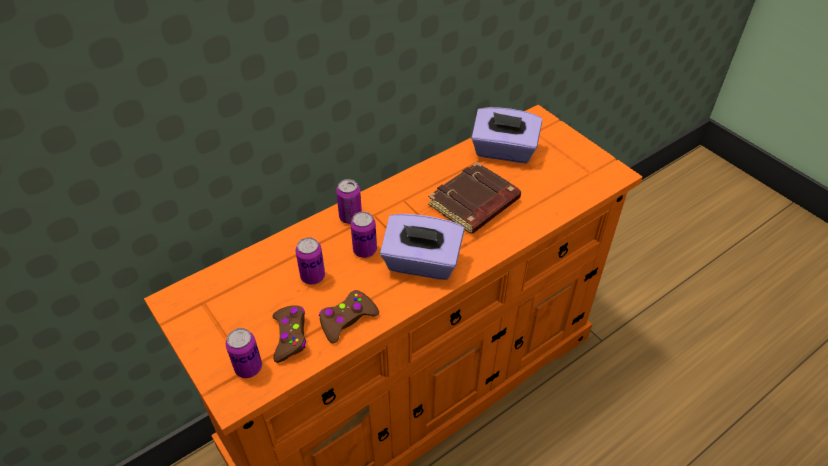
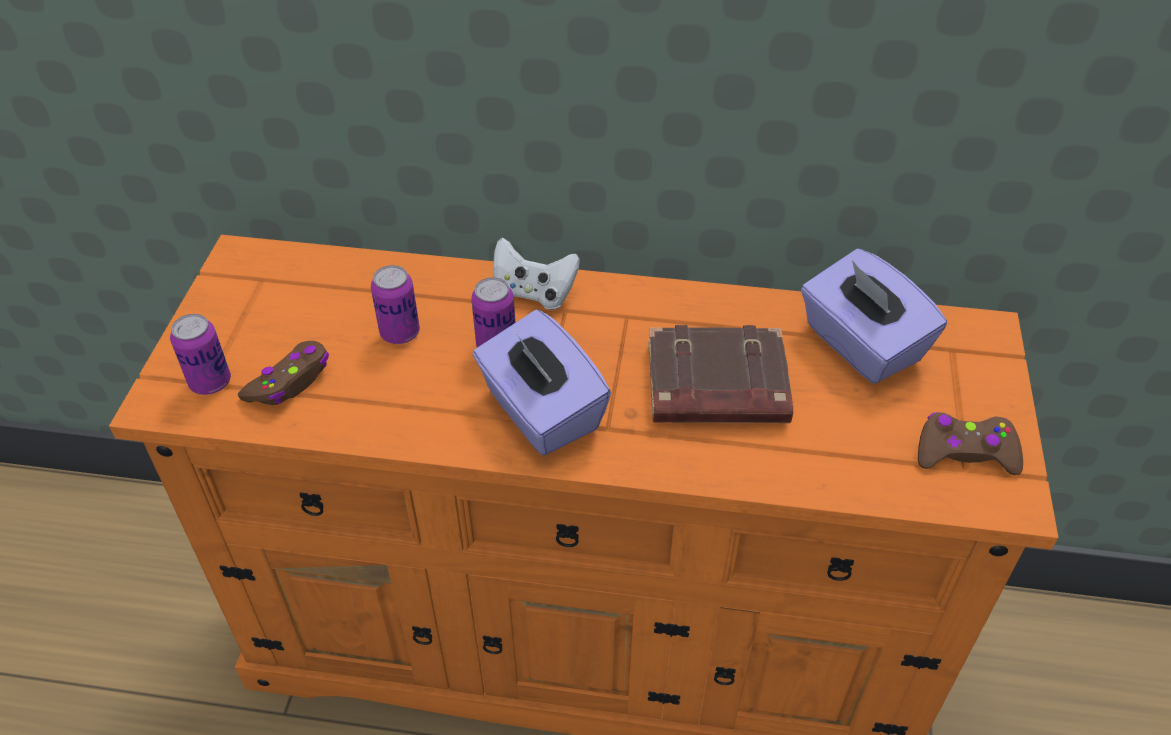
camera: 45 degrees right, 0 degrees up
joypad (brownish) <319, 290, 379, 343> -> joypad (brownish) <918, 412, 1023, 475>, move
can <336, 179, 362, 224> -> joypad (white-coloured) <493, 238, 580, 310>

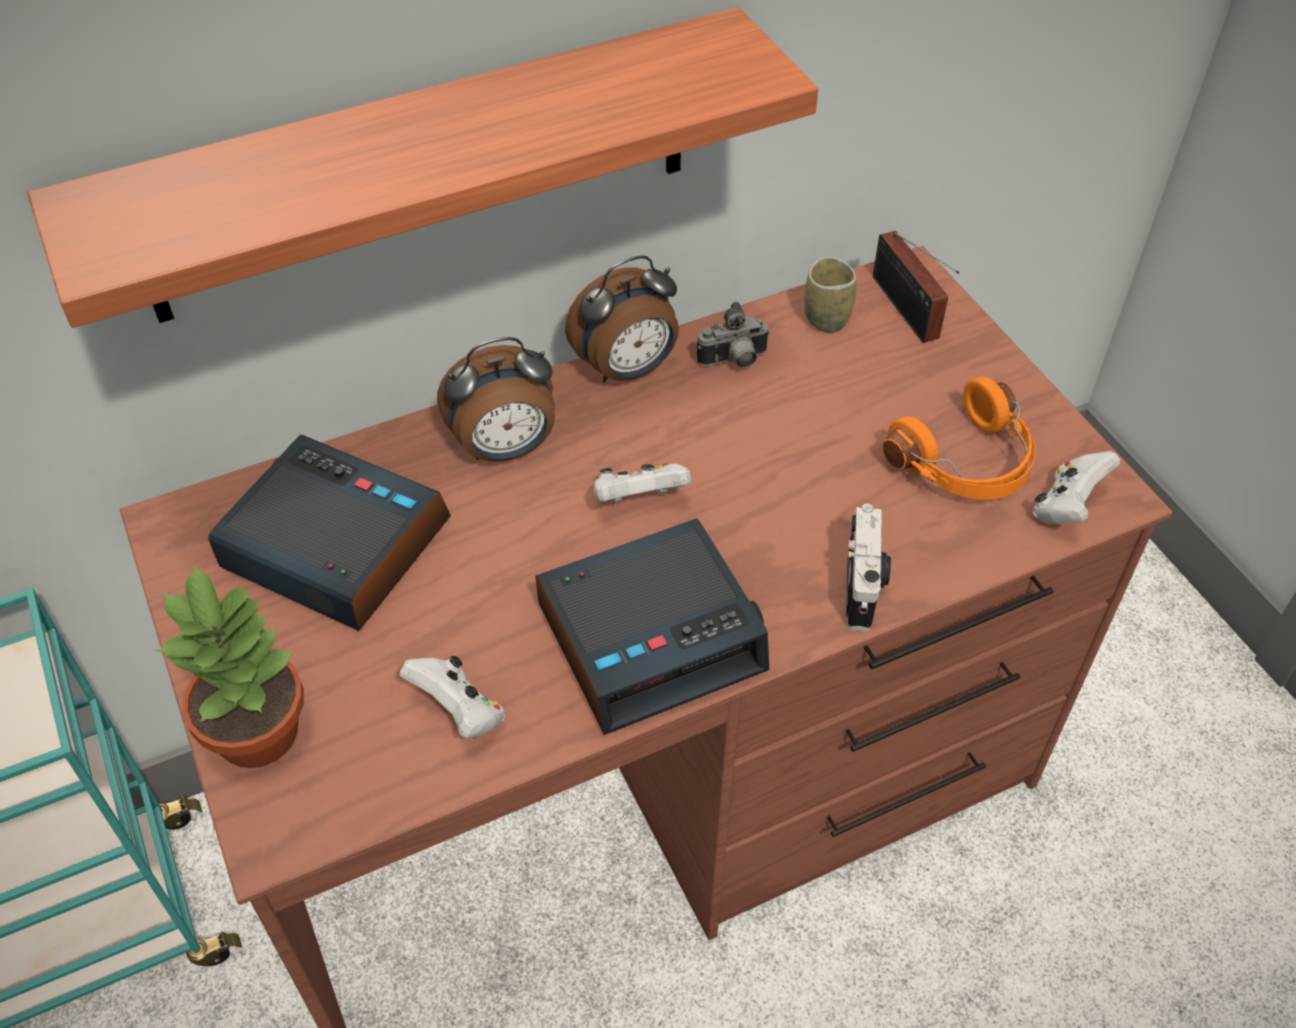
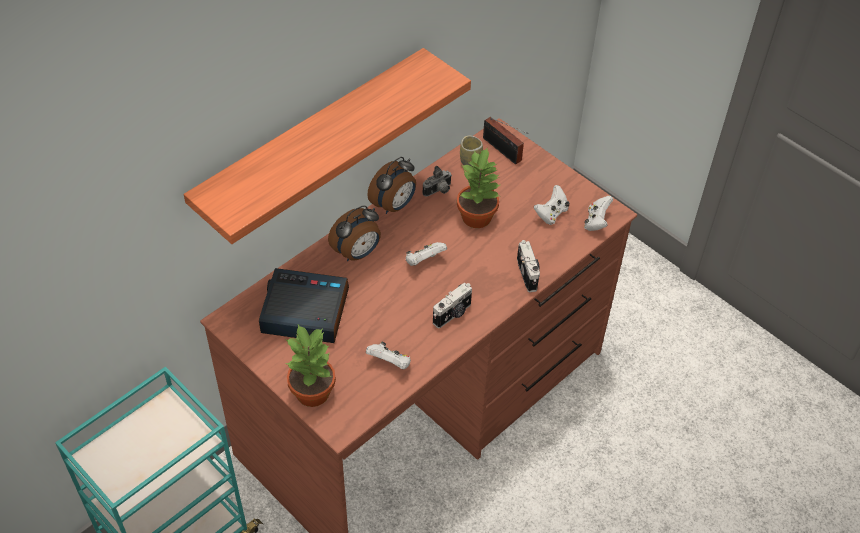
camera: 20 degrees left, 0 degrees up
table clock <535, 518, 769, 735> -> photo camera <433, 282, 472, 328>
headset (orangey) <883, 377, 1035, 500> -> joypad (white-coloured) <534, 185, 570, 225>
none -> potted plant <457, 147, 500, 228>

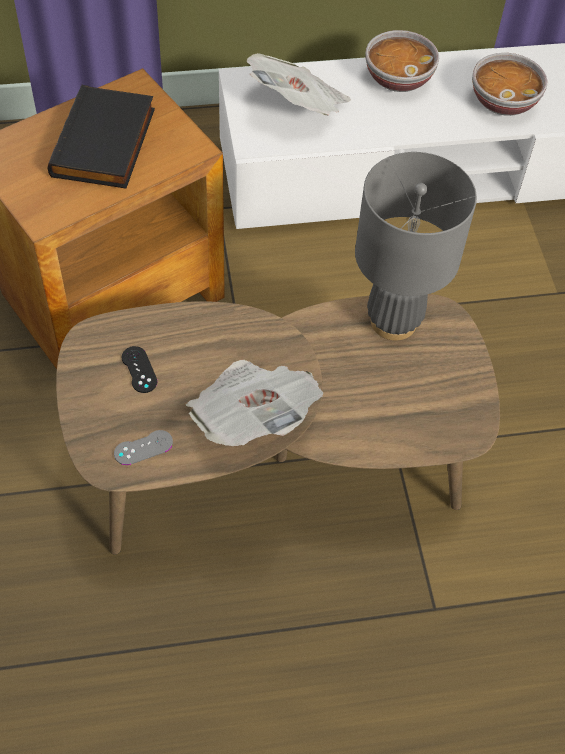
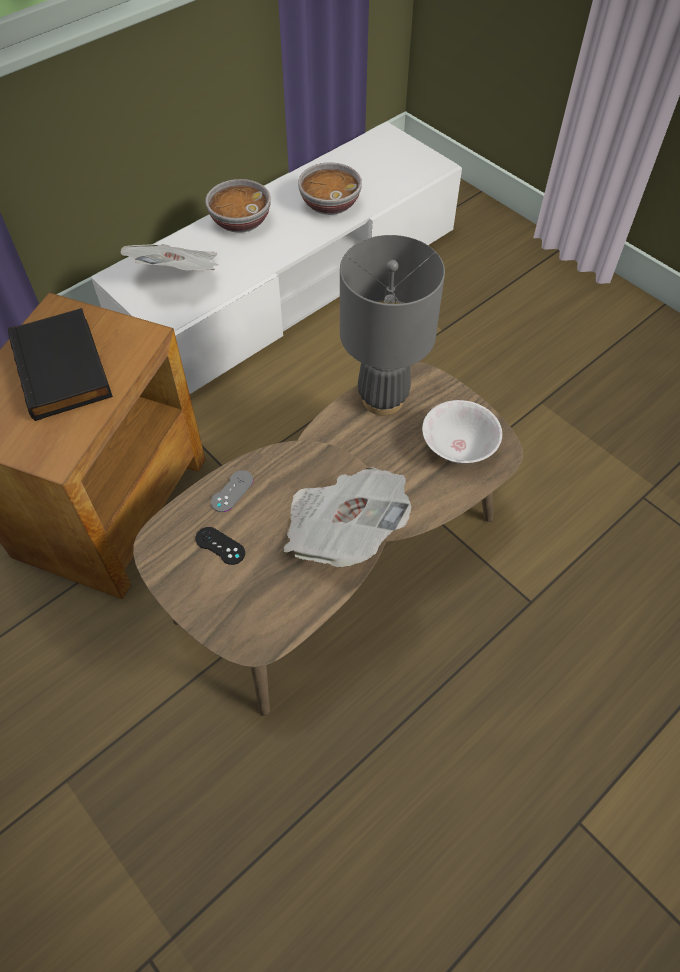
camera: 30 degrees left, 0 degrees up
joypad (greyish) <114, 430, 173, 465> -> joypad (greyish) <211, 470, 253, 512>, move
none -> serving bowl (white-coloured) <422, 400, 502, 464>

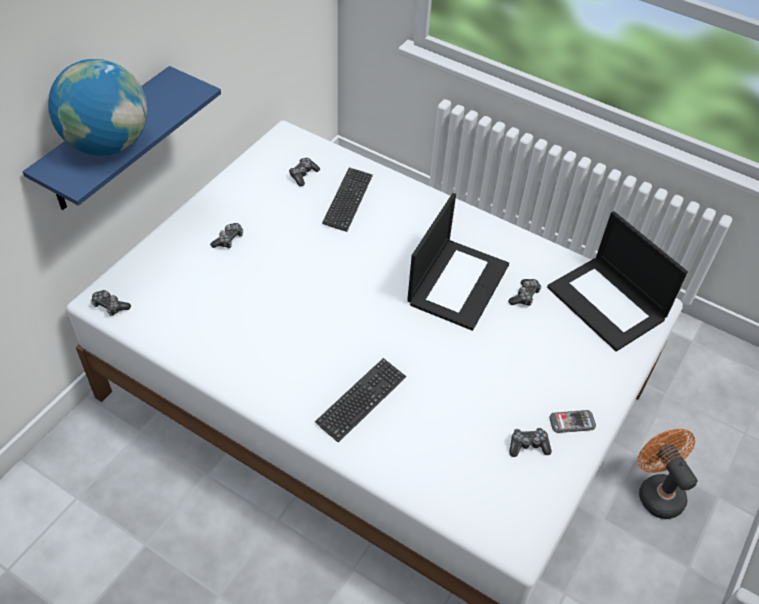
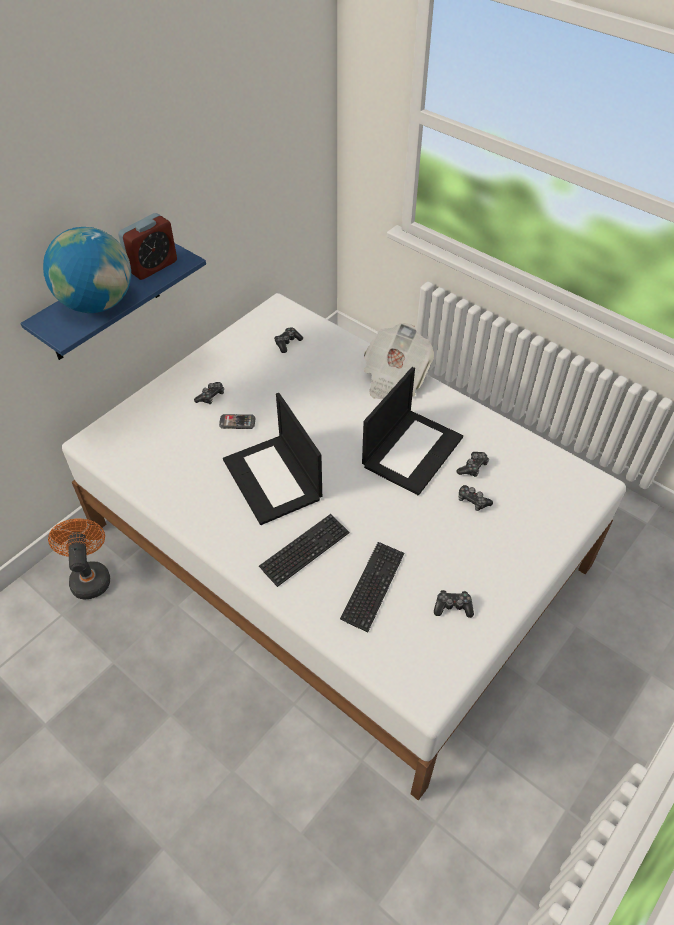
camera: 10 degrees right, 0 degrees up
joypad <91, 290, 131, 316> -> joypad <459, 485, 493, 511>, move
PC keyboard <322, 168, 373, 232> -> PC keyboard <340, 542, 404, 632>, move
laptop <547, 211, 688, 352> -> laptop <223, 393, 322, 525>, move
telephone <549, 410, 596, 433> -> telephone <219, 414, 255, 429>, move
cooling fan (orangey) <638, 429, 698, 519> -> cooling fan (orangey) <48, 518, 110, 599>, move
none -> table clock <118, 213, 177, 280>
none -> daily paper <364, 323, 434, 399>

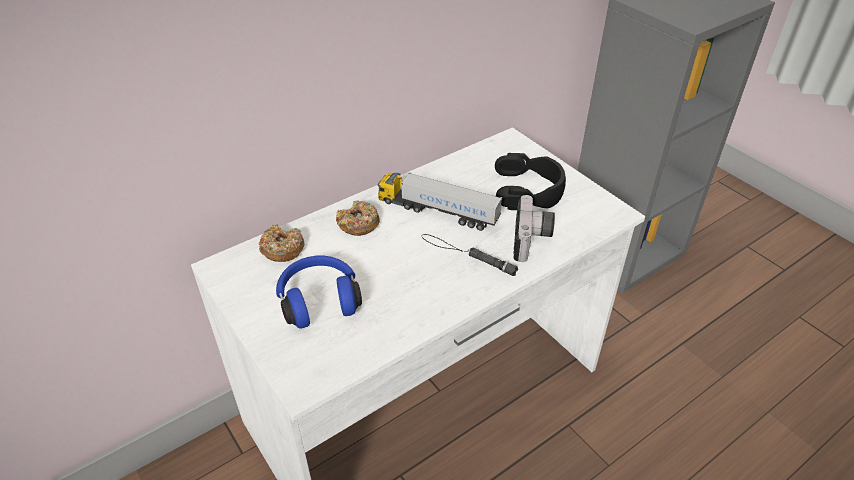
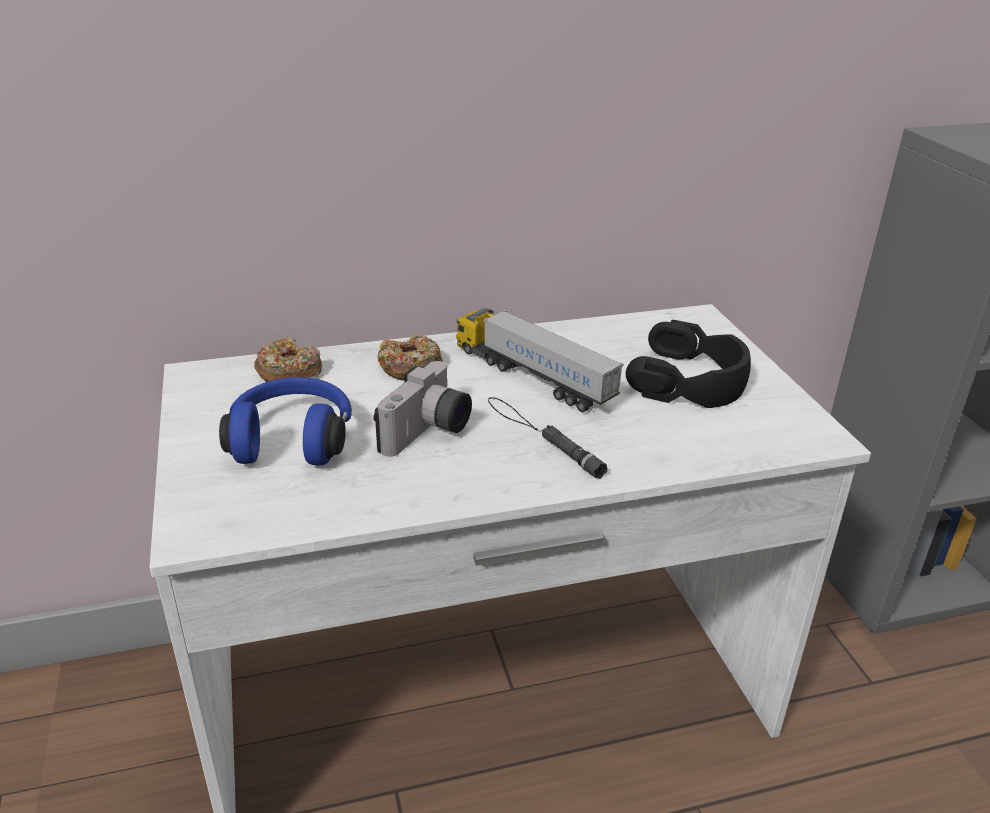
camera: 20 degrees right, 10 degrees down
photo camera <513, 195, 555, 262> -> photo camera <373, 361, 472, 457>, move

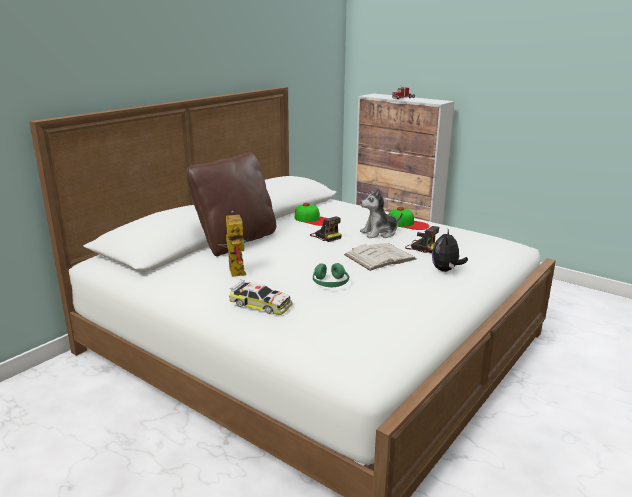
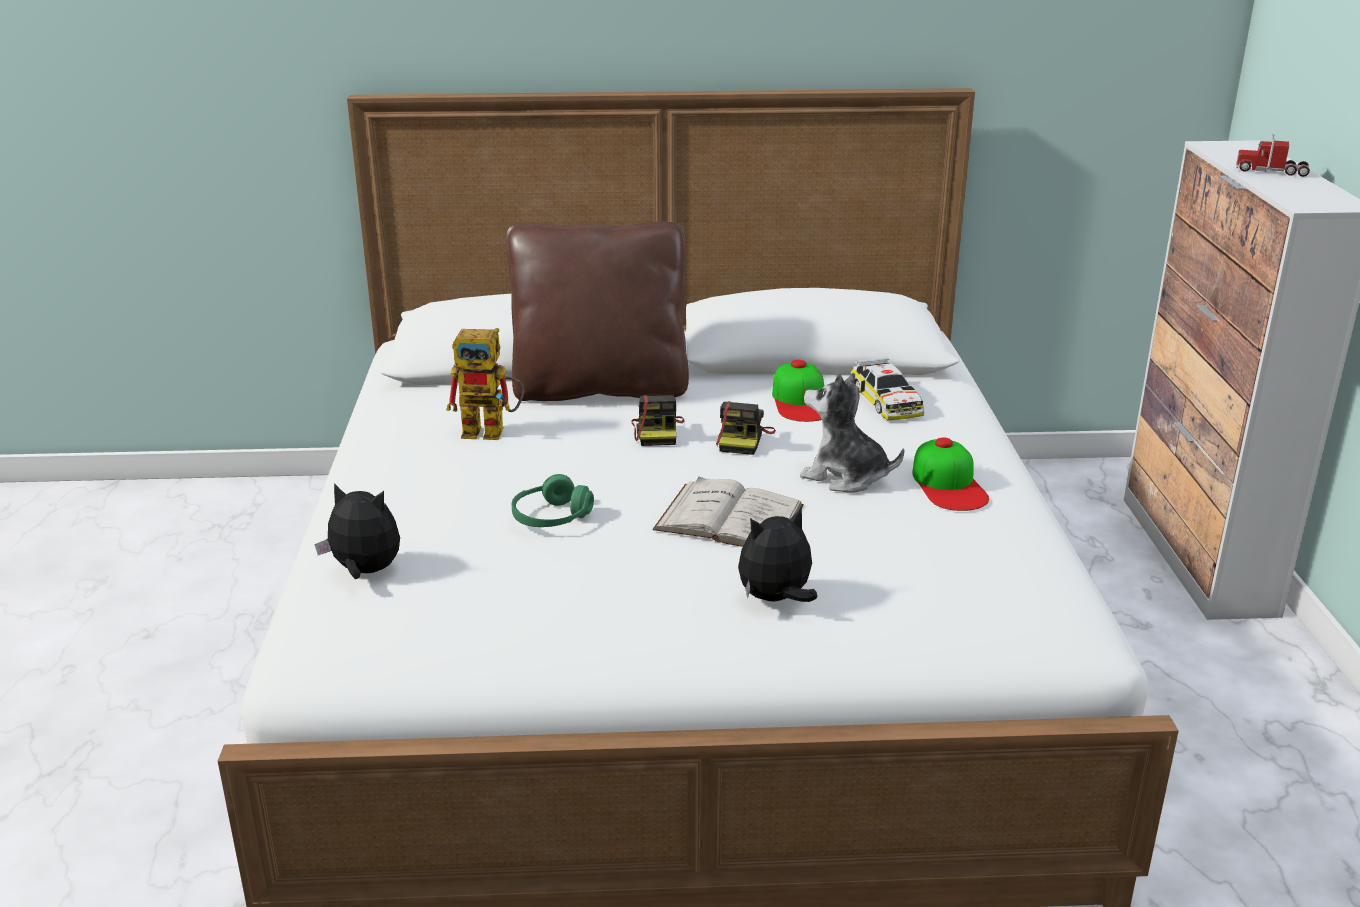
camera: 50 degrees right, 5 degrees up
robot figure <217, 211, 246, 277> -> robot figure <446, 328, 524, 440>, 60 degrees clockwise
miniature car <229, 280, 292, 315> -> miniature car <851, 357, 924, 420>, move
photo camera <405, 226, 439, 253> -> photo camera <632, 395, 685, 446>, move
none -> plush toy <315, 483, 400, 579>

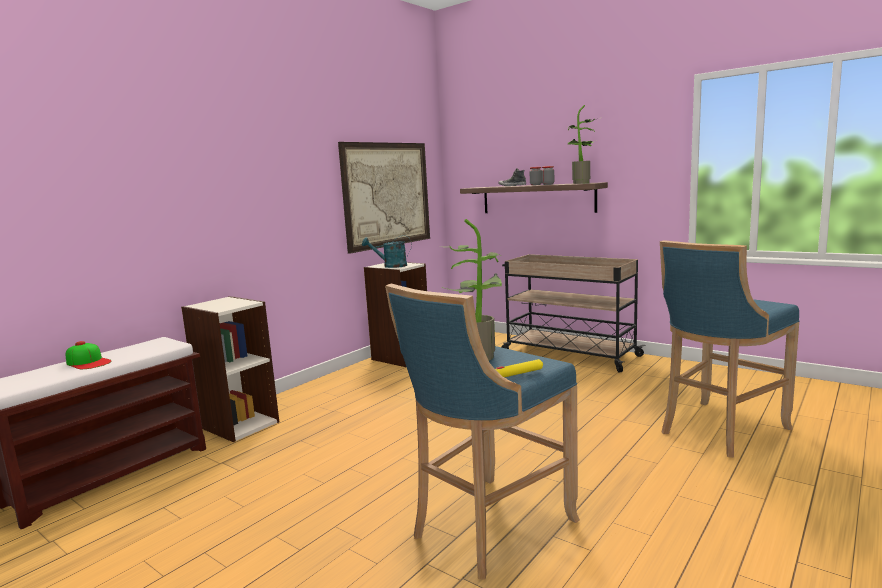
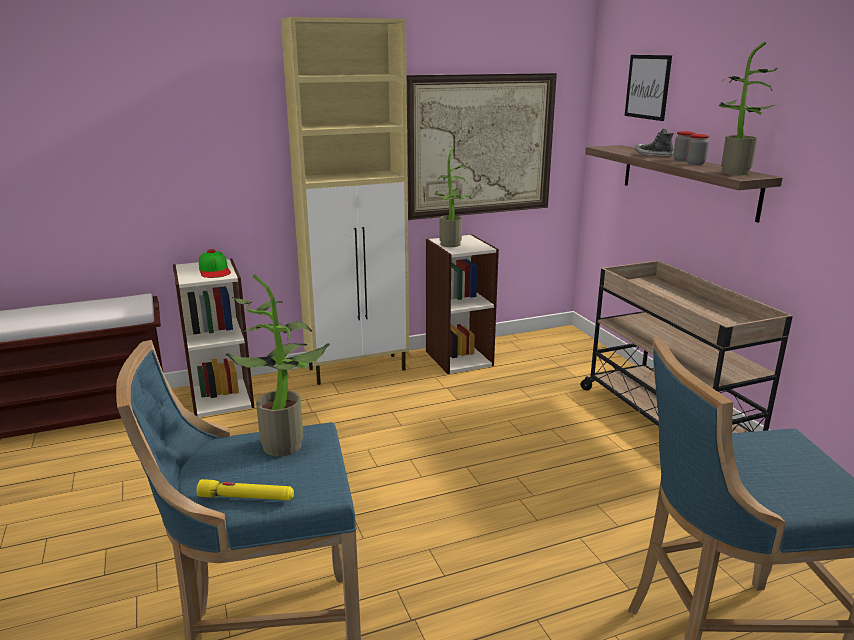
camera: 30 degrees right, 10 degrees up
baseball cap <66, 341, 111, 369> -> baseball cap <199, 249, 231, 278>, move
watering can (turquoise-coloured) <362, 235, 412, 268> -> potted plant <435, 147, 472, 247>
none -> cabinet (beige) <281, 17, 409, 385>
none -> wall art <625, 55, 672, 121>

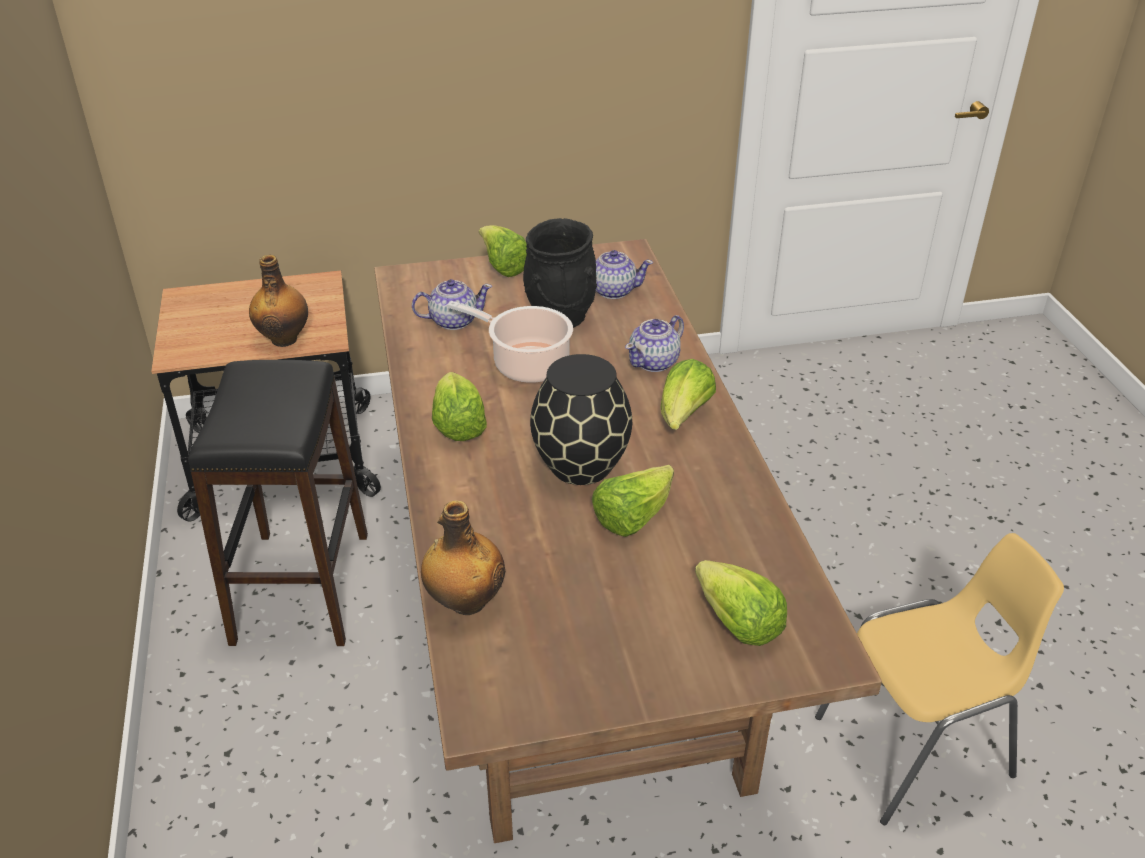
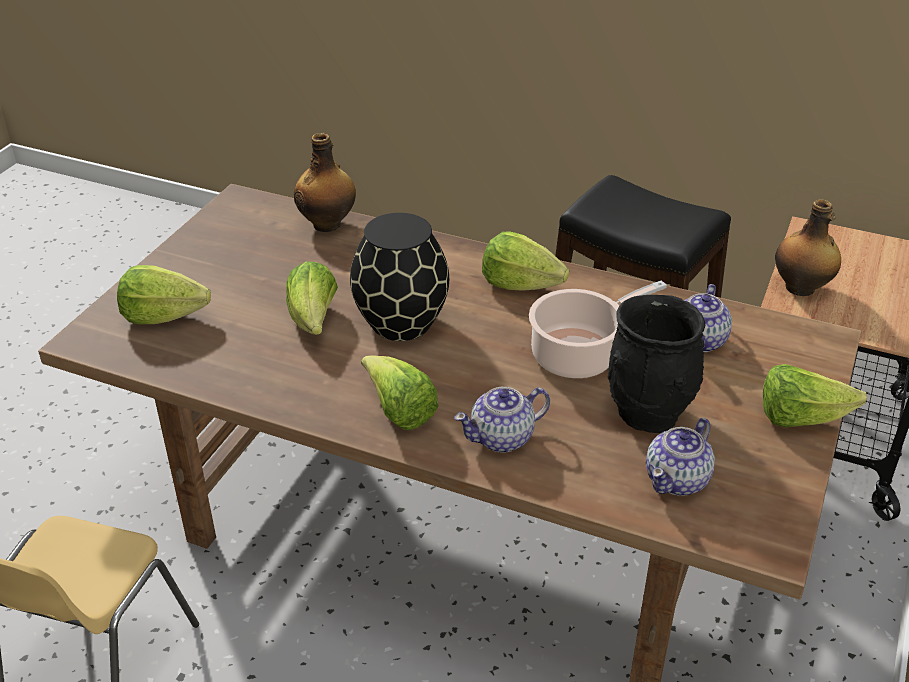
camera: 125 degrees right, 0 degrees up
tea pot <625, 315, 684, 372> -> tea pot <454, 387, 550, 453>, 105 degrees counterclockwise

